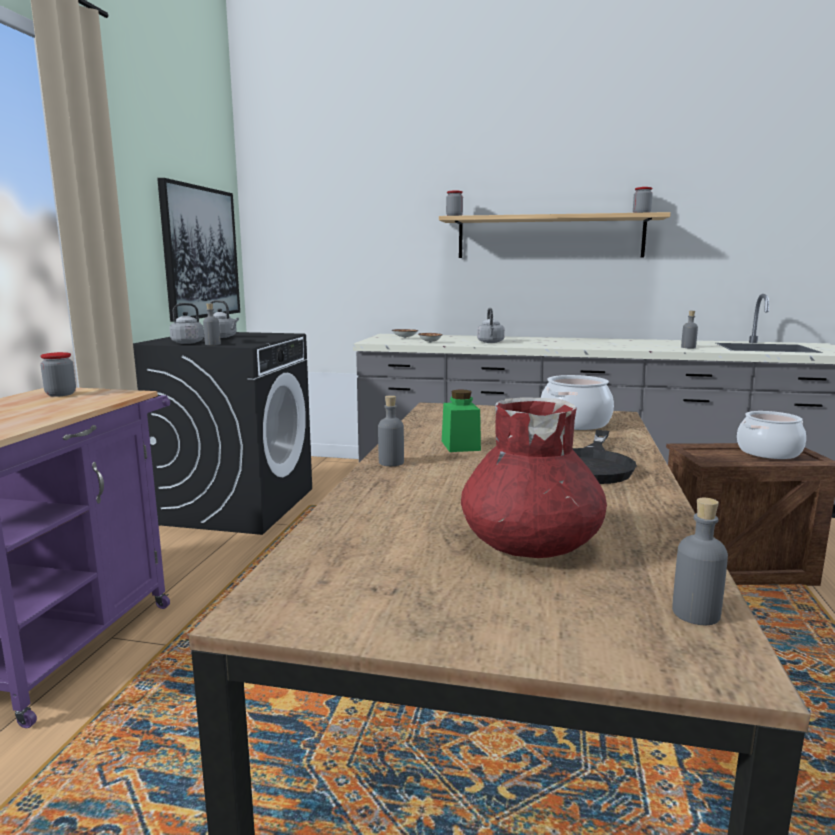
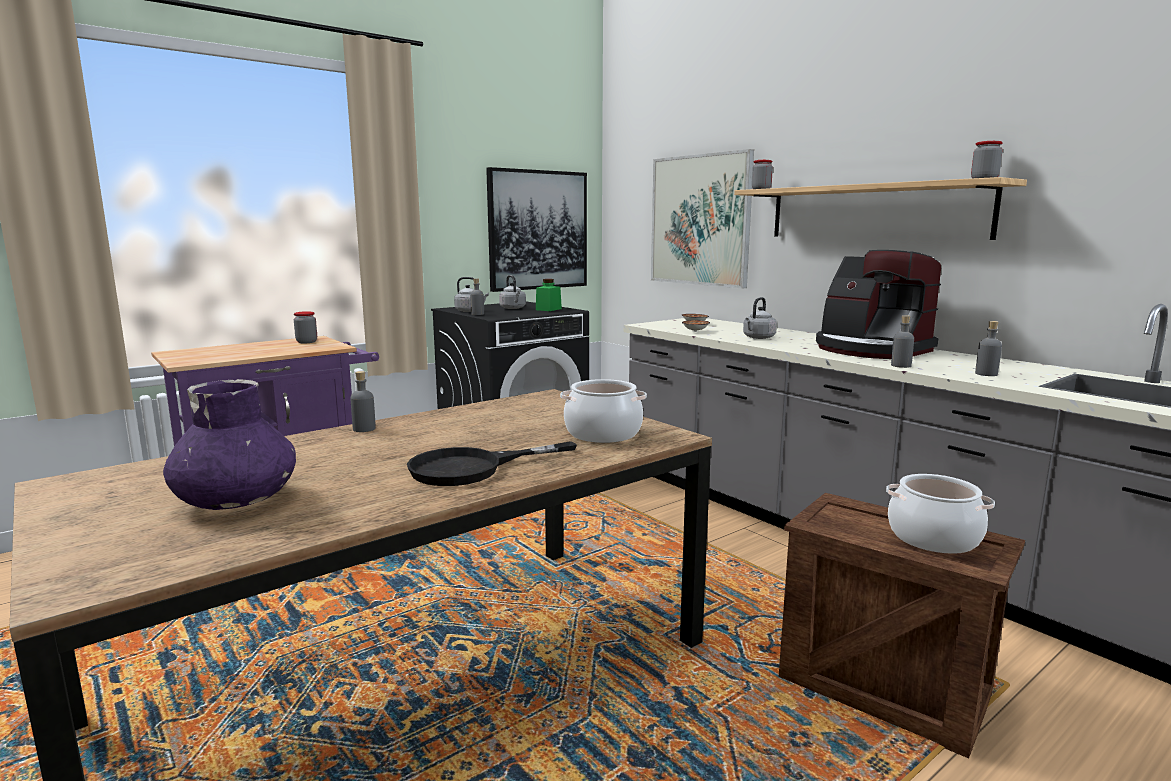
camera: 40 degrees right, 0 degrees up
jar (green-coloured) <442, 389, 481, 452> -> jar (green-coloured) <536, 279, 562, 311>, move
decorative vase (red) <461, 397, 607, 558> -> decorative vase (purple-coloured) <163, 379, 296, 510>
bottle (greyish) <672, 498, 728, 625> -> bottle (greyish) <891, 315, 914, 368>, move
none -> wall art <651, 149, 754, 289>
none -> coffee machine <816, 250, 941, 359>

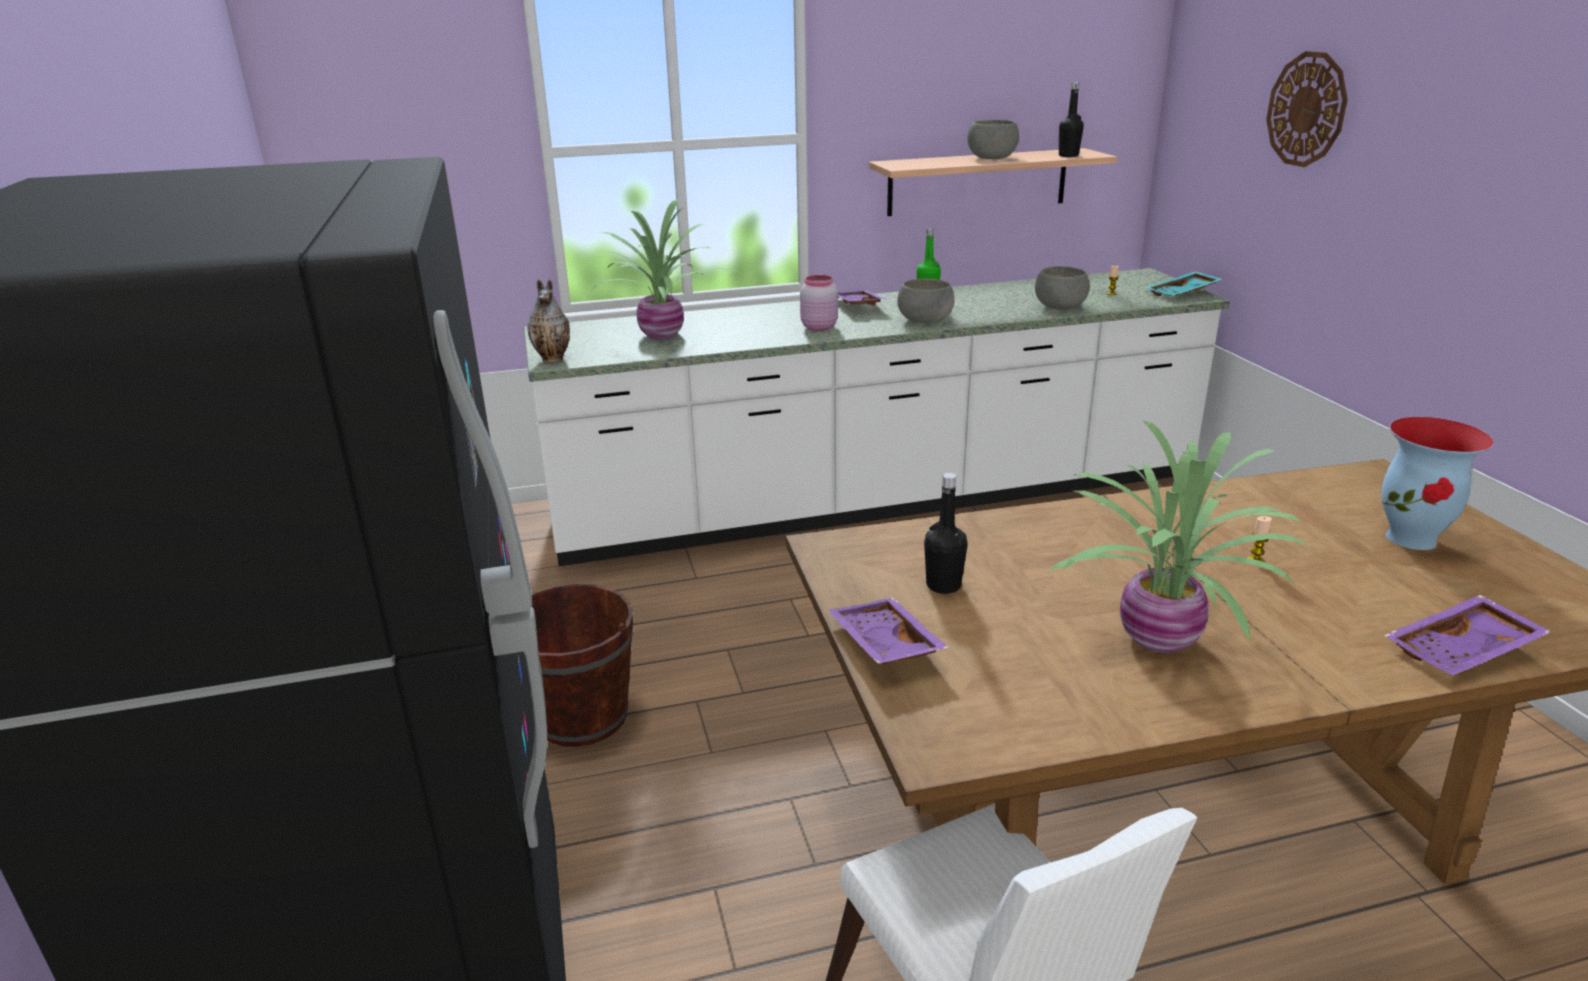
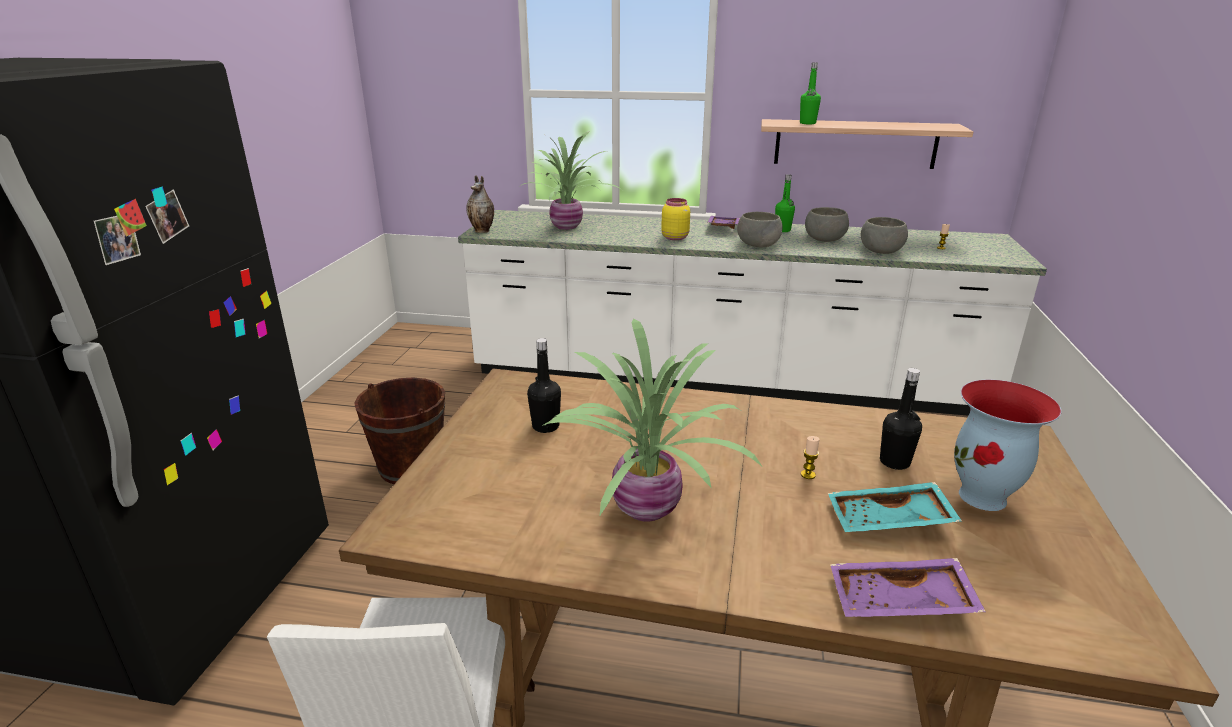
camera: 25 degrees right, 0 degrees up
jar (pink) <800, 275, 838, 331> -> jar (yellow-coloured) <661, 198, 690, 240>
tray (purple-coloured) <828, 597, 949, 664> -> none
serving bowl (greyish) <967, 120, 1019, 159> -> serving bowl (greyish) <805, 207, 849, 242>, move
bottle (black-coloured) <1059, 82, 1084, 157> -> bottle (black-coloured) <880, 368, 922, 470>, move
tray (turquoise-coloured) <1145, 271, 1222, 296> -> tray (turquoise-coloured) <828, 482, 963, 532>, move
wall clock <1266, 51, 1348, 167> -> none
none -> bottle (green-coloured) <800, 63, 821, 124>

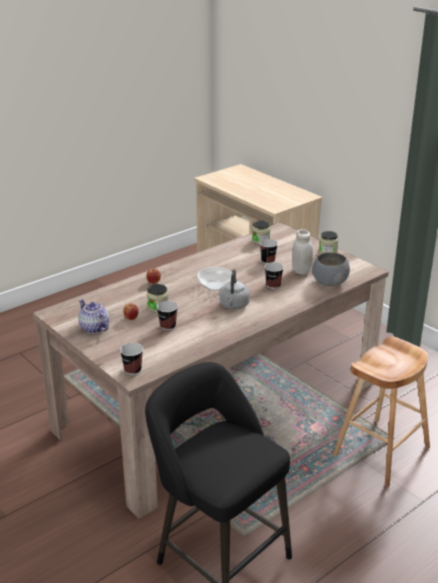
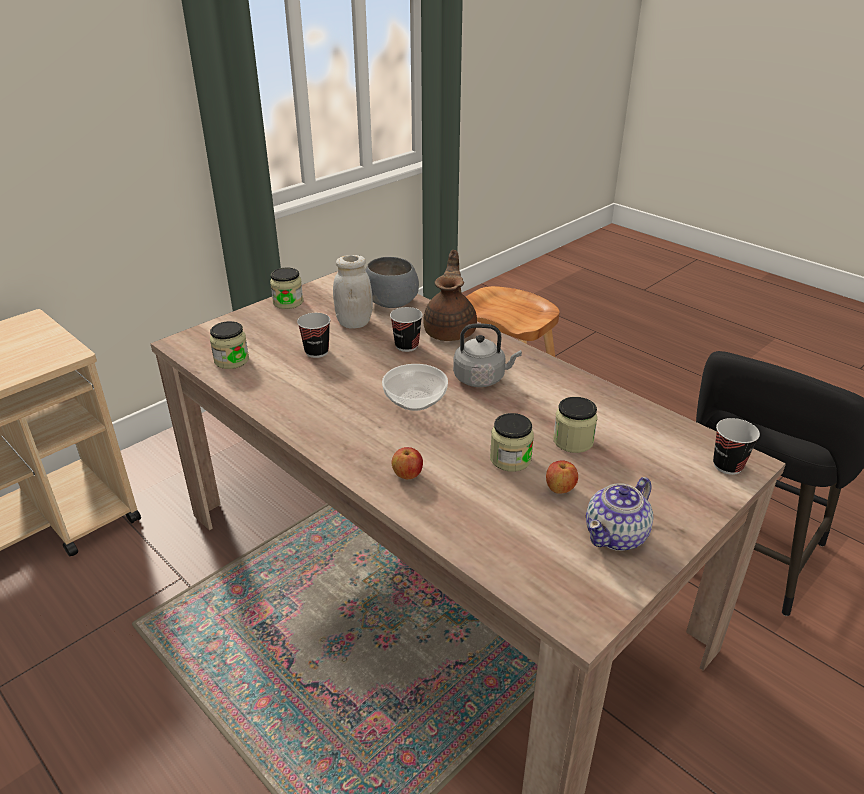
camera: 95 degrees left, 5 degrees up
small cup <157, 301, 178, 330> -> jar <553, 397, 598, 453>
none -> tea pot (brownish) <423, 250, 477, 341>

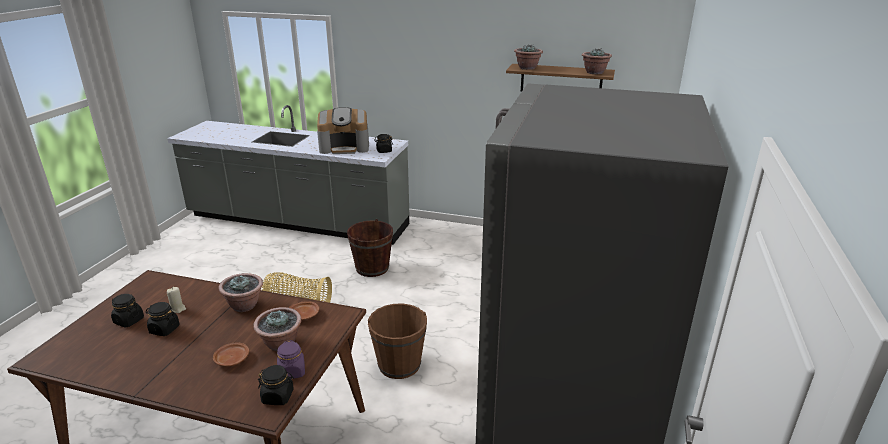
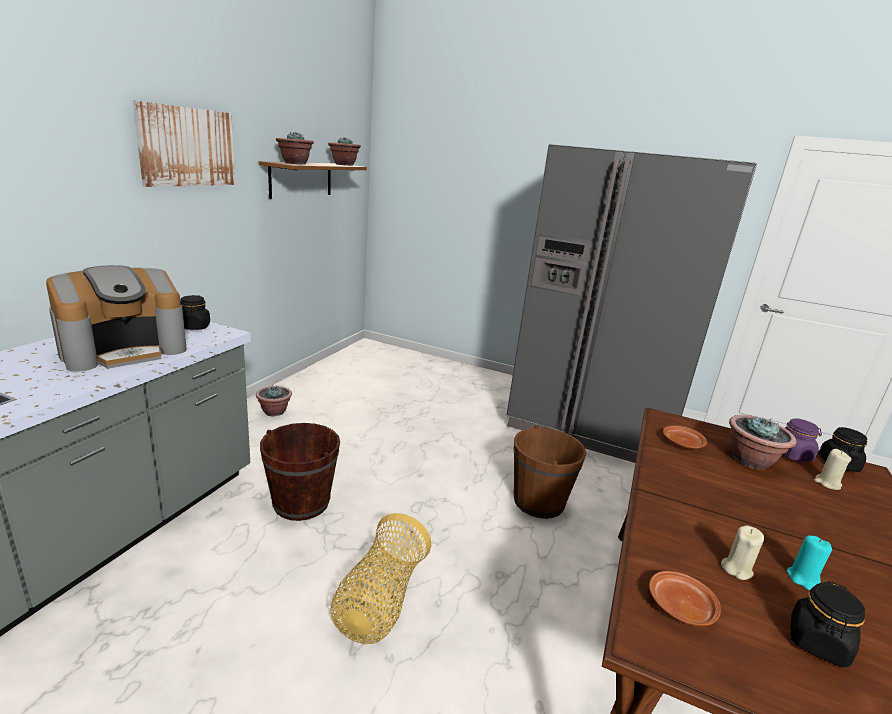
camera: 85 degrees left, 5 degrees down
jar (black-coloured) <146, 302, 180, 336> -> wax candle (turquoise-coloured) <787, 535, 832, 590>
dinner plate (brownish) <213, 342, 249, 366> -> dinner plate (brownish) <649, 571, 721, 626>, move
potted plant <218, 273, 263, 312> -> potted plant <256, 385, 292, 416>, move
coffee machine <317, 107, 369, 154> -> coffee machine <46, 265, 187, 372>, 45 degrees clockwise
none -> wall art <133, 100, 235, 187>
none -> wax candle (beige) <814, 449, 852, 490>

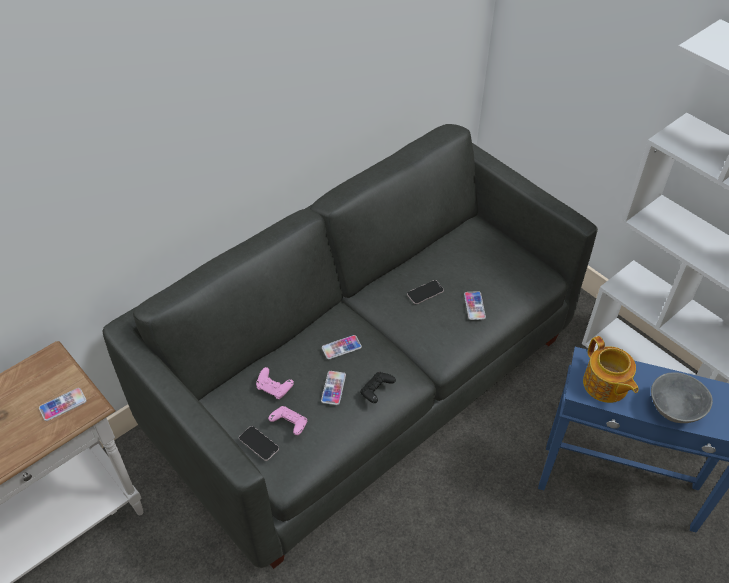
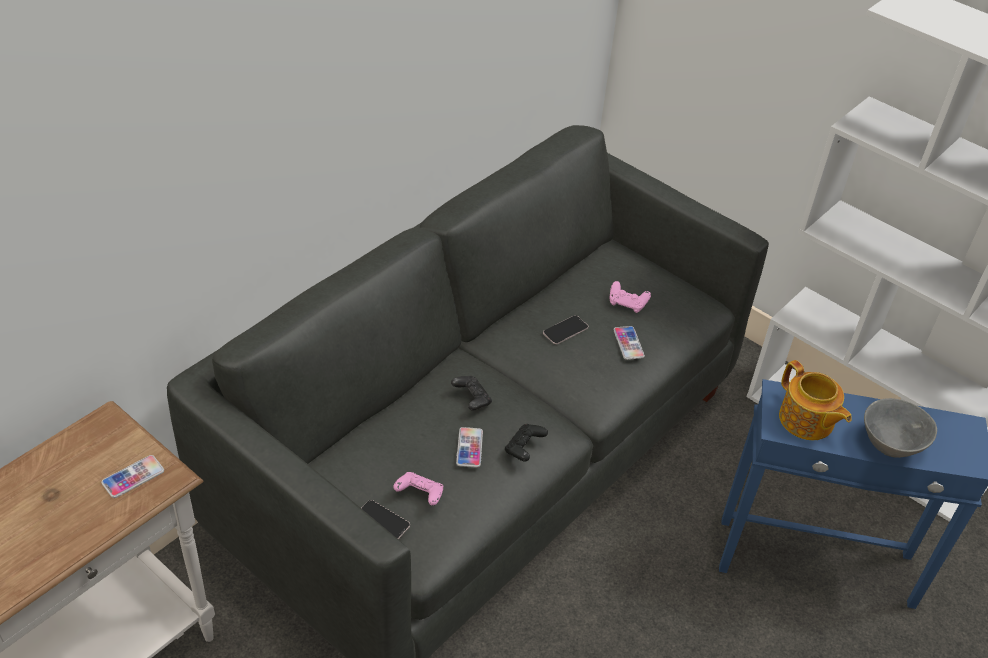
camera: 10 degrees left, 5 degrees down
joypad (pink) <256, 367, 294, 399> -> joypad (pink) <610, 281, 651, 313>, move
telephone <322, 335, 362, 359> -> joypad (black-coloured) <451, 376, 492, 410>

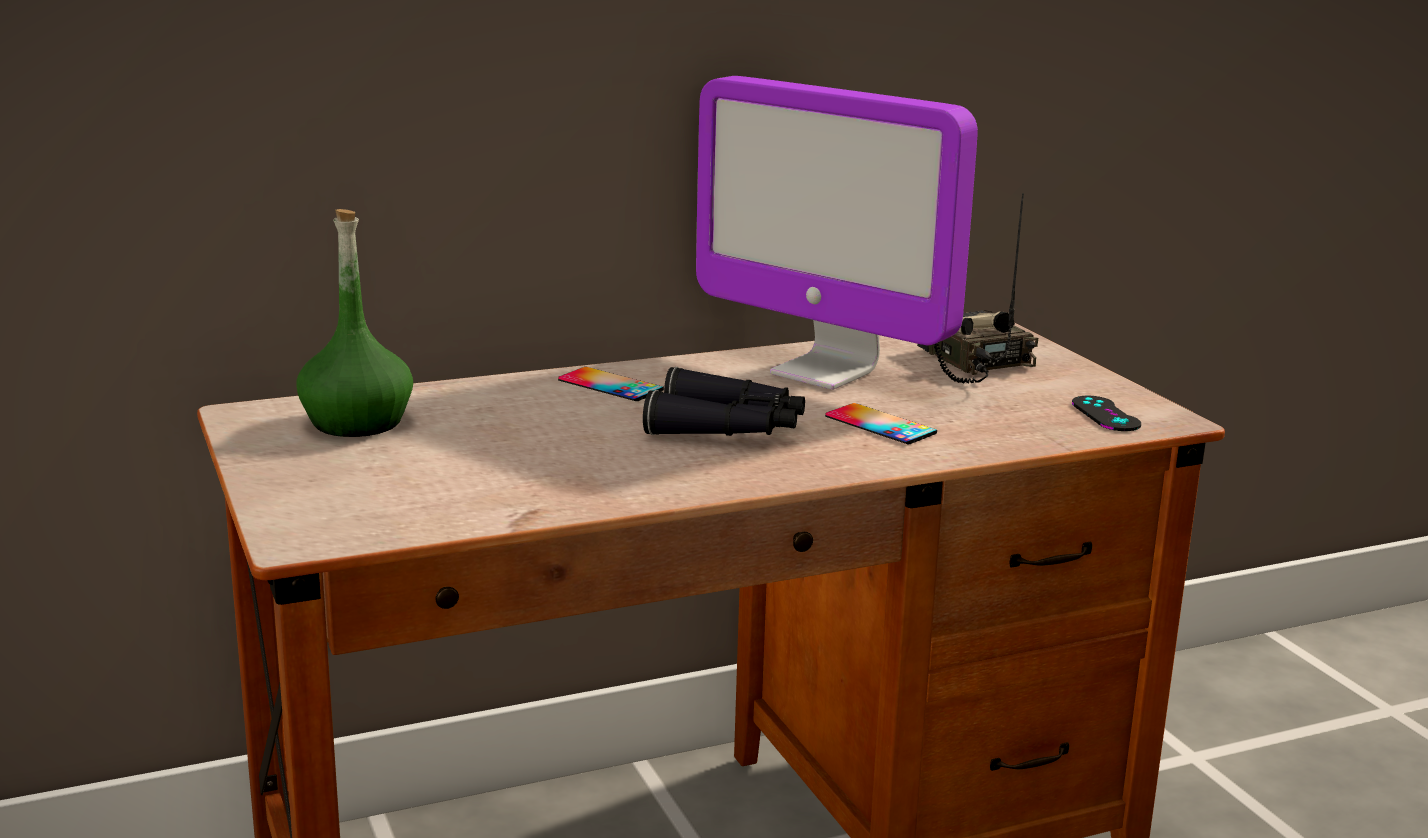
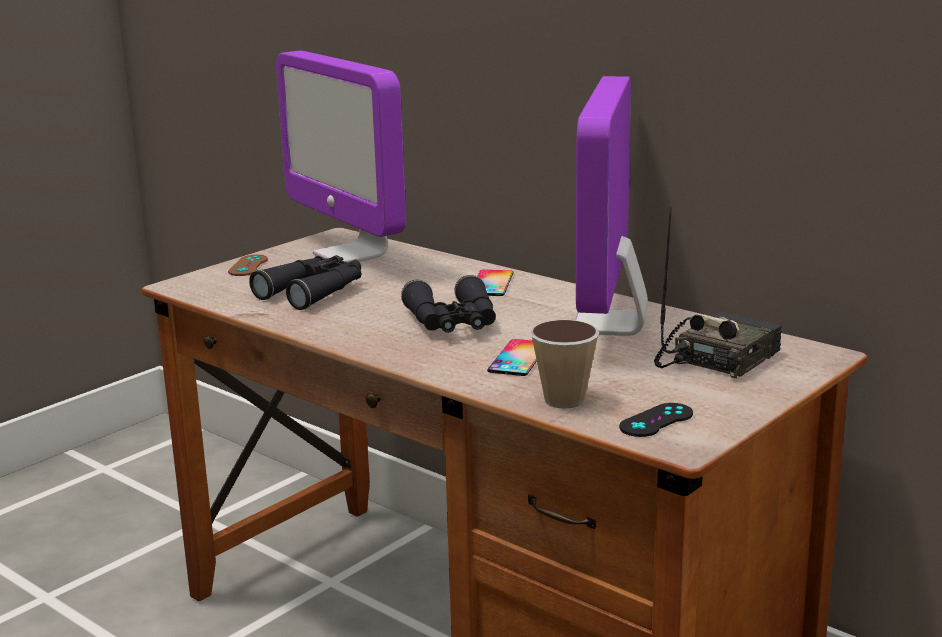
camera: 65 degrees right, 0 degrees up
bottle (green-coloured) <296, 209, 413, 437> -> computer display <276, 51, 406, 263>
none -> joypad (brownish) <228, 255, 268, 276>
none -> field glasses (black-coloured) <249, 255, 361, 310>
none -> small cup <530, 320, 599, 409>

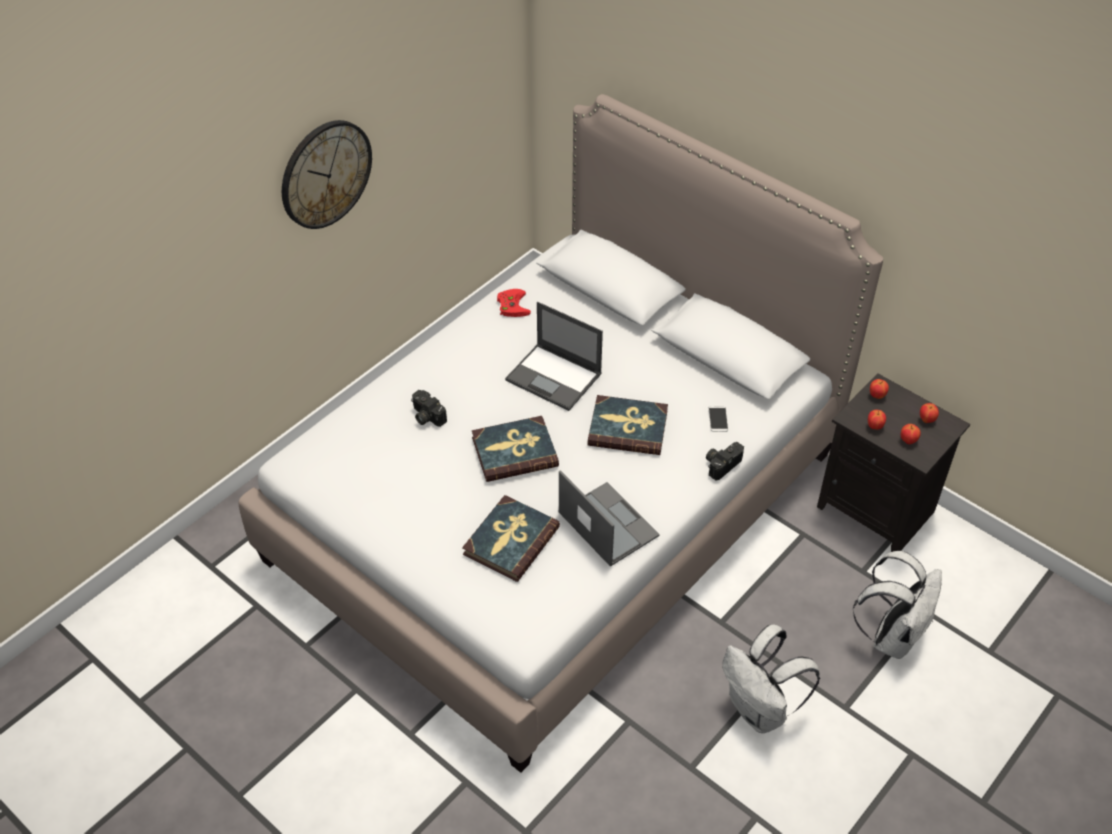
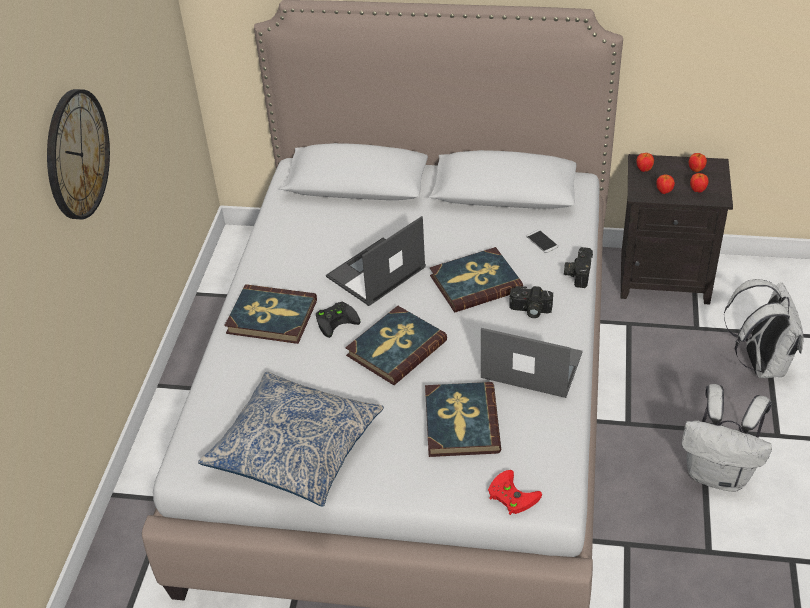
camera: 30 degrees left, 5 degrees down
photo camera <411, 390, 447, 427> -> photo camera <509, 286, 553, 318>, move
joypad (red) <497, 289, 531, 317> -> joypad (red) <488, 470, 542, 515>, move
laptop <505, 302, 603, 411> -> laptop <326, 216, 426, 306>, 135 degrees clockwise
none -> pillow <198, 372, 384, 507>
none -> bound book <224, 284, 317, 344>
none -> joypad (black-coloured) <316, 302, 361, 338>

